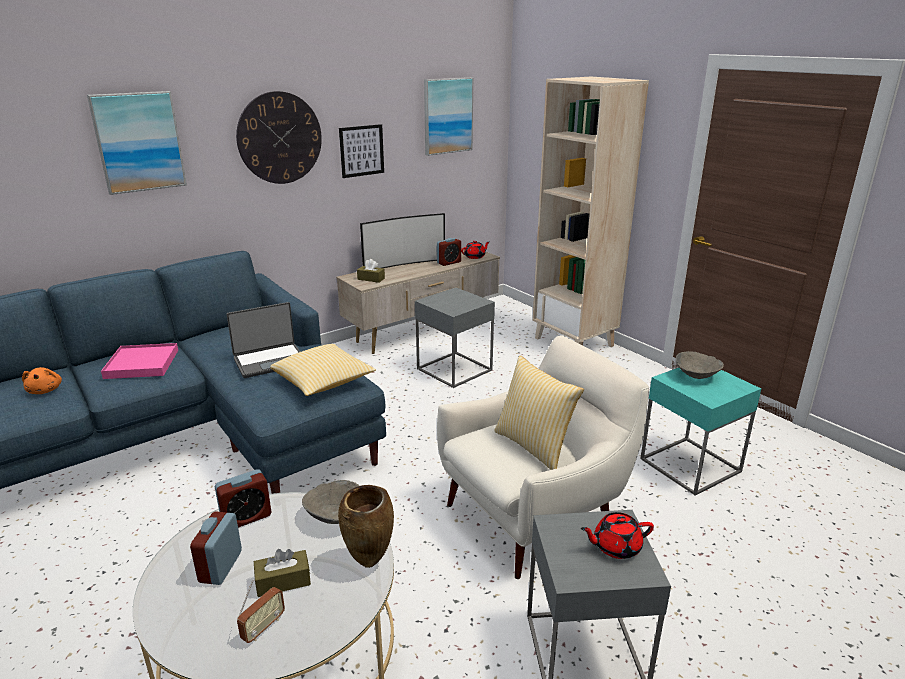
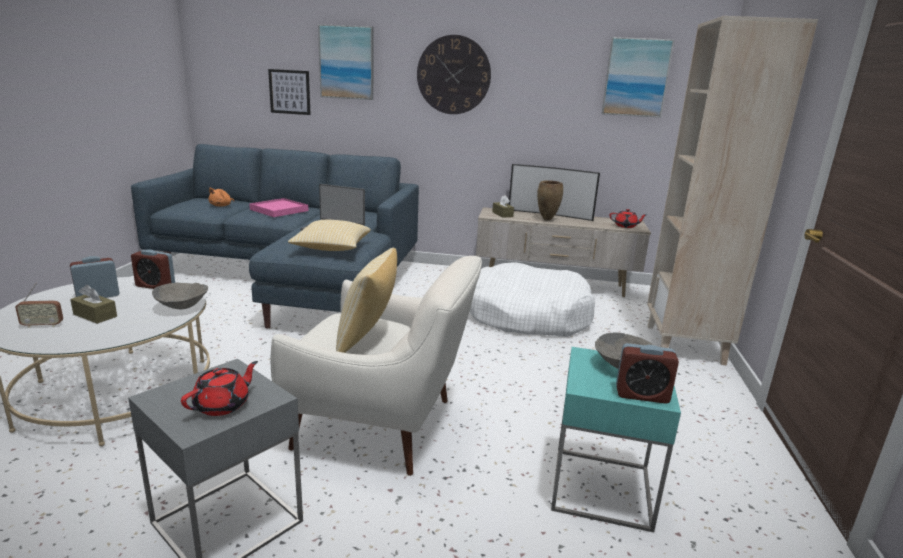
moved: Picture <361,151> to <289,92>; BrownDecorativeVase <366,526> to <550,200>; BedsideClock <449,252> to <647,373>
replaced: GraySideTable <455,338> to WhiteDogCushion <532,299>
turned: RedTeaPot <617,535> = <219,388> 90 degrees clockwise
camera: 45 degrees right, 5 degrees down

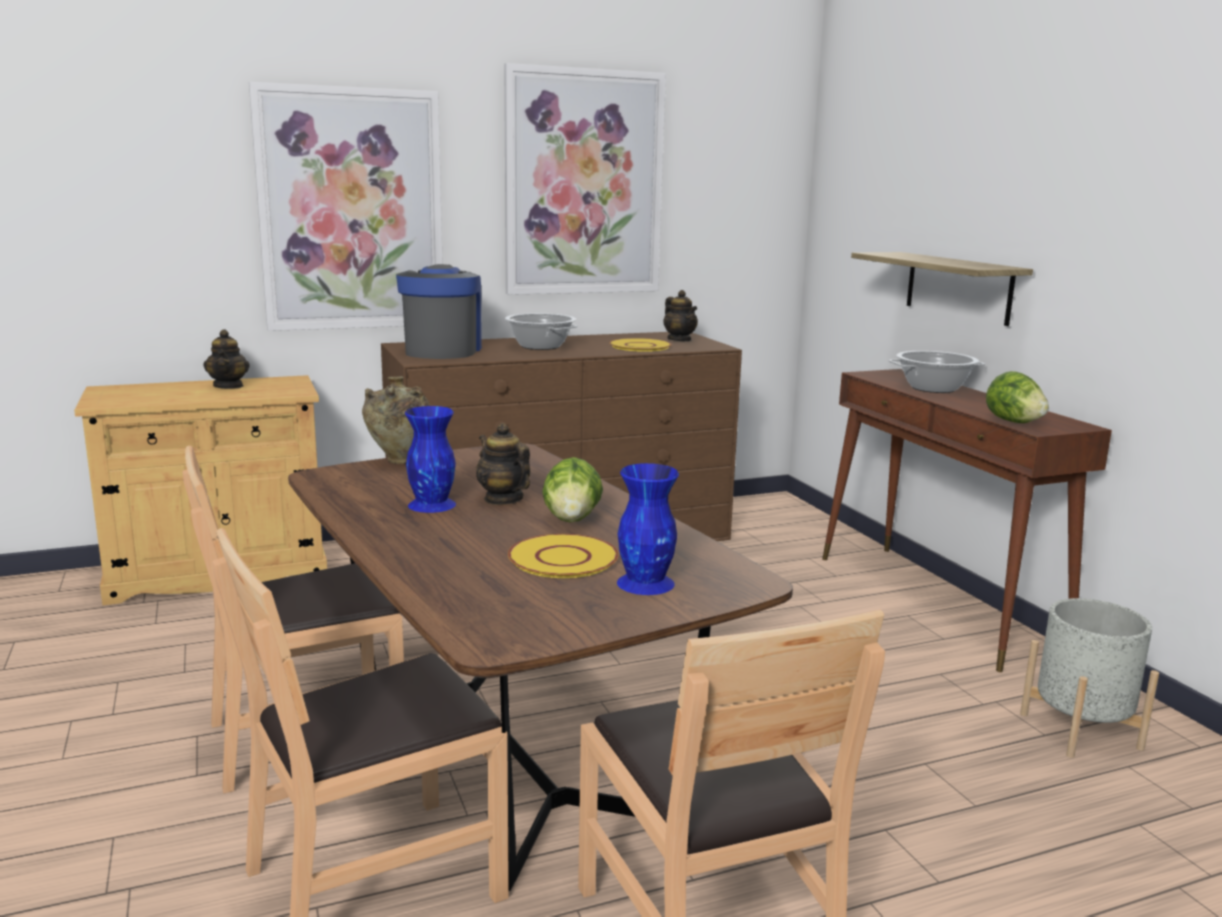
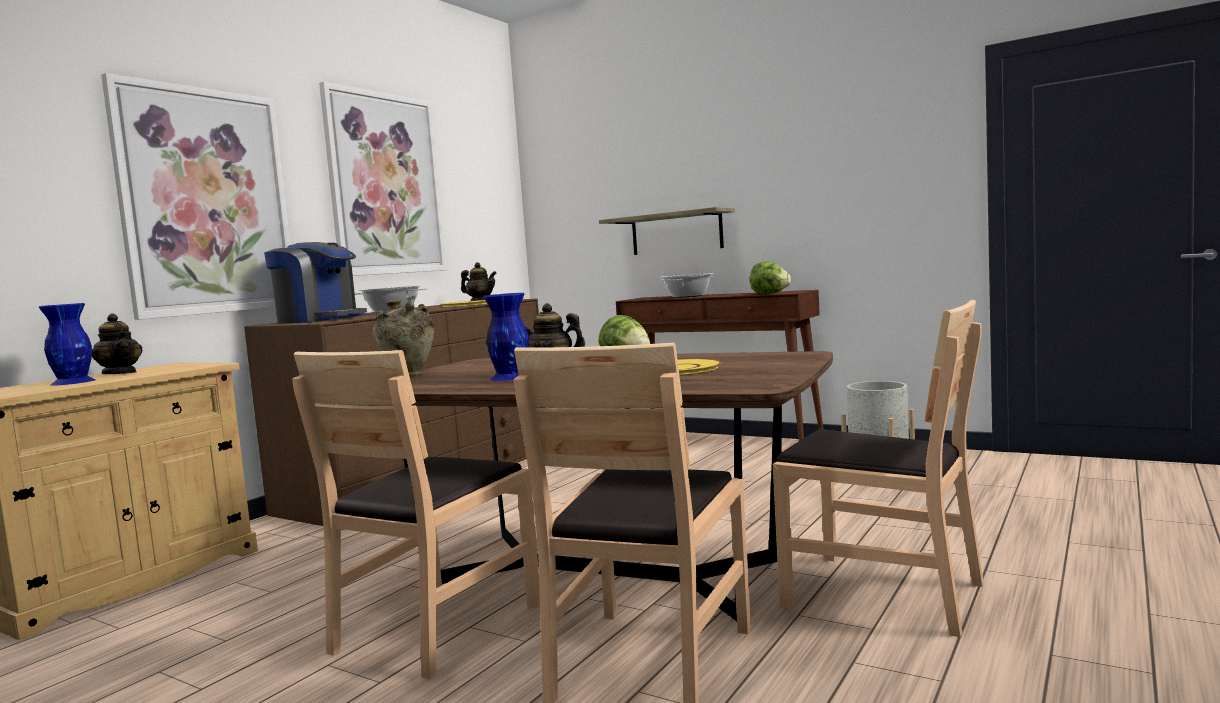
moved: BlueColouredDecorativeVase <648,529> to <67,344>
turned: CoffeeMaker <439,311> = <315,283> 150 degrees clockwise
camera: 35 degrees left, 10 degrees down

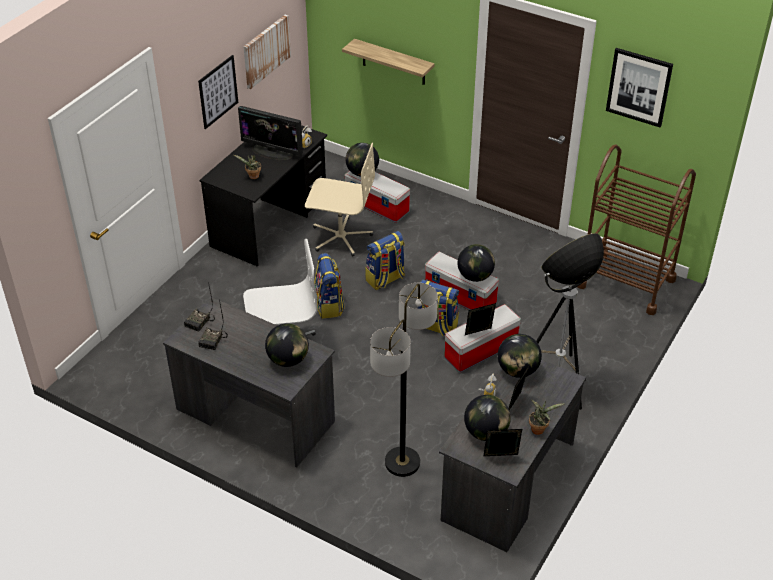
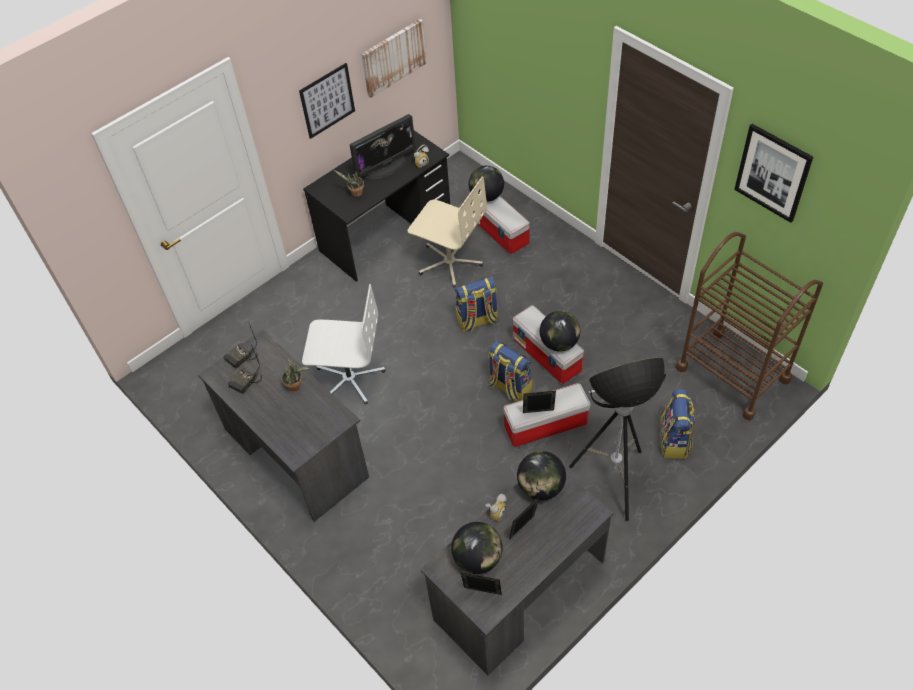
removed: WorldGlobe <287,345>; WallShelf <388,62>; StandingLamp <404,380>
moved: Houseplant <547,417> to <296,374>; Knapsack <329,286> to <677,424>
turned: ComputerDisplay <270,133> = <383,146> 75 degrees counterclockwise
camera: 20 degrees right, 10 degrees up

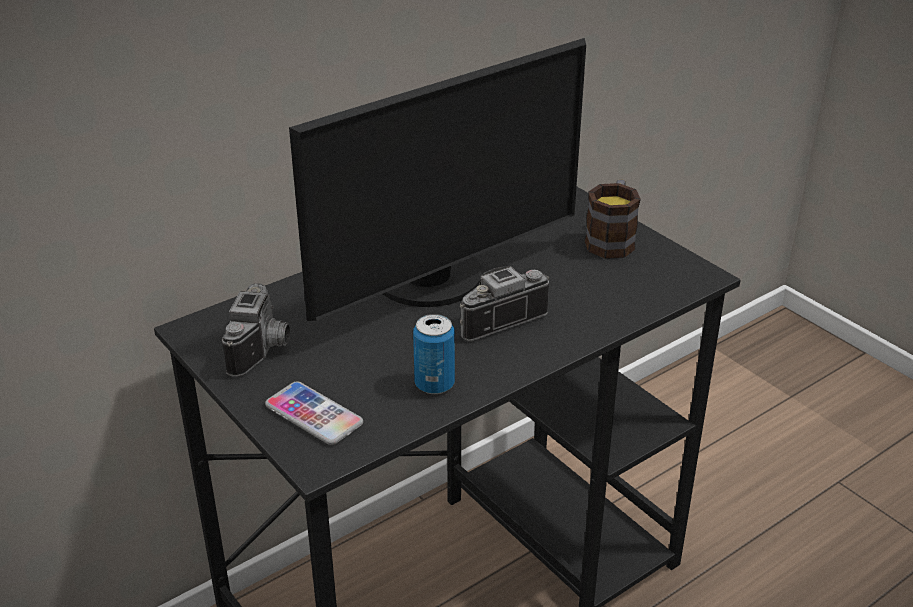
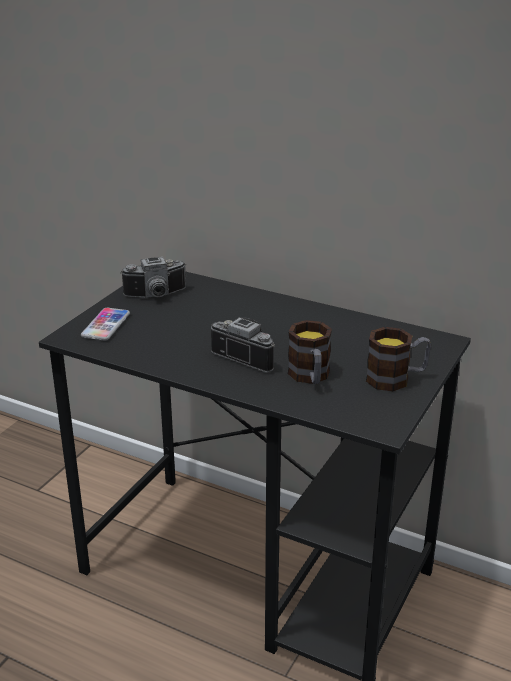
removed: ComputerDisplay <437,179>; Can <434,354>
added: Mug <310,352>
camera: 65 degrees right, 5 degrees down

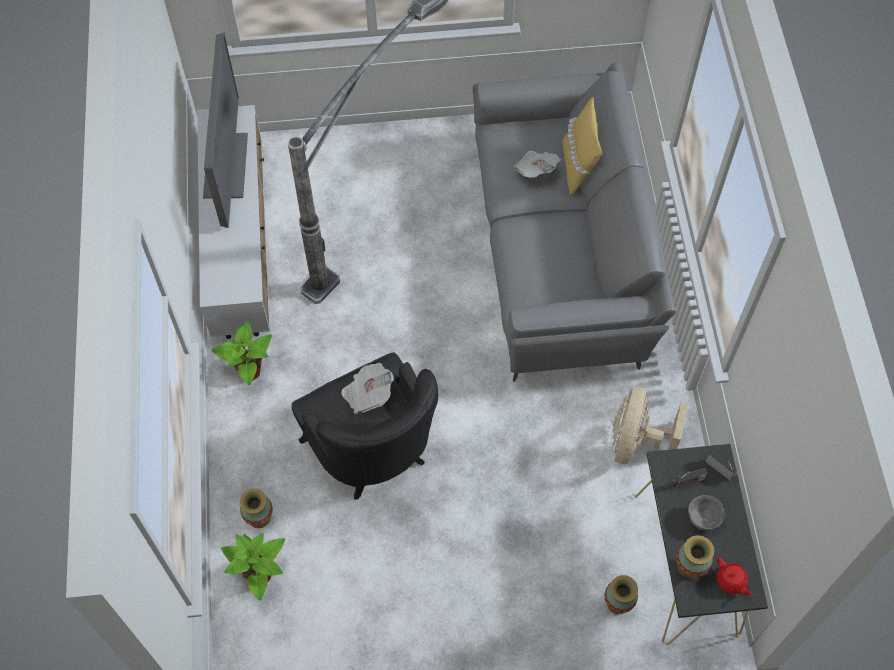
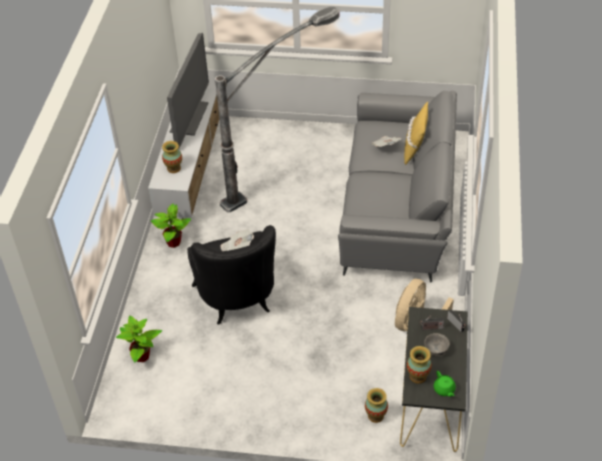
moved: DecorativeVase <256,508> to <172,157>
recoloured: RedTeaPot <734,576> to GreenTeaPot <445,384>
camera: 15 degrees right, 15 degrees down

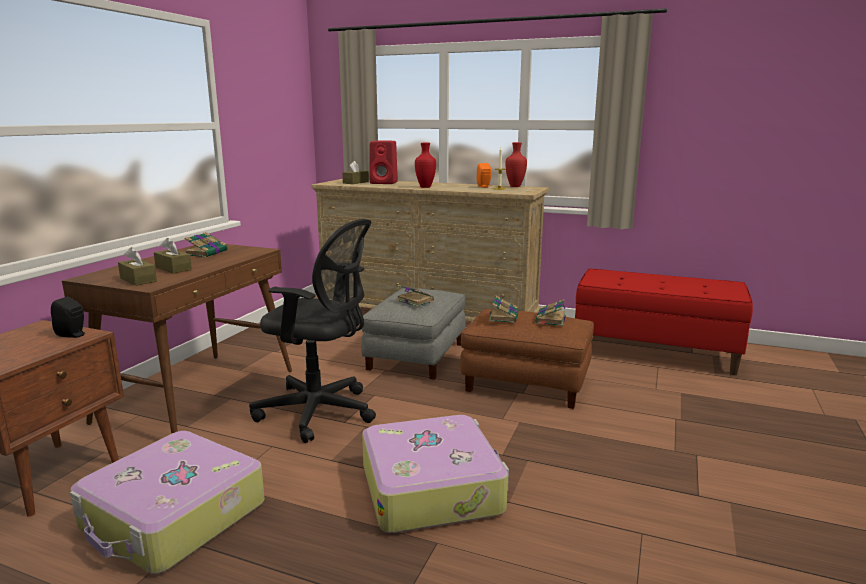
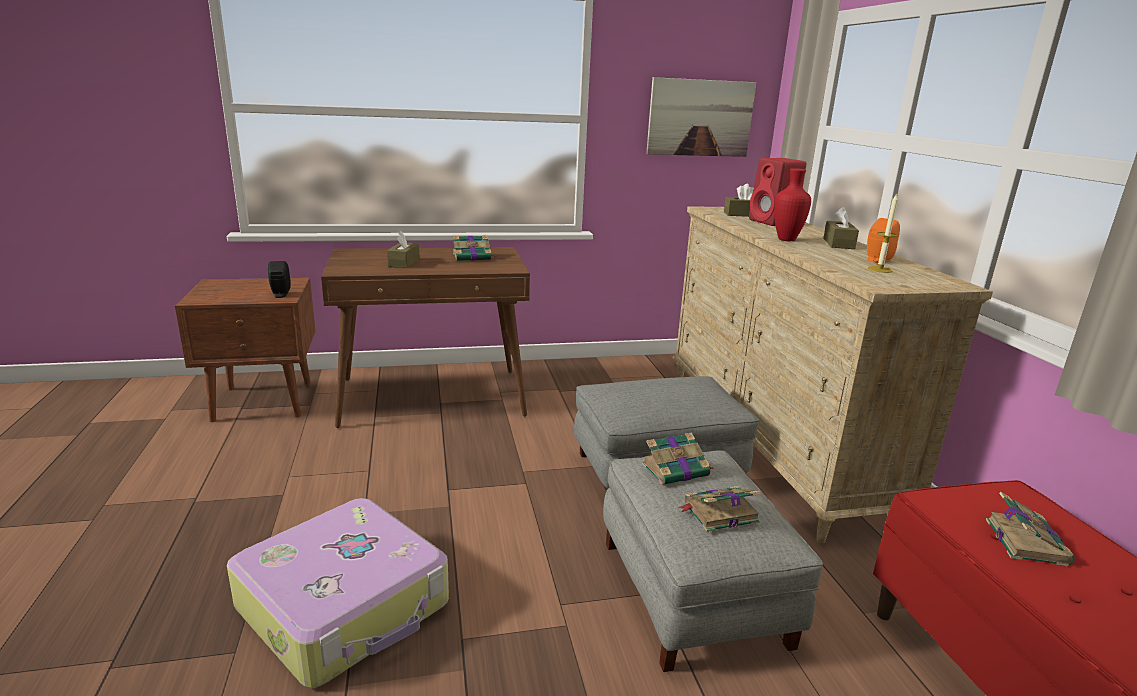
removed: TravelCase <167,502>; BlackColouredDeskChair <312,331>; RedDecorativeVase <516,164>
added: Picture <701,117>
moved: BrownTissueHolder <137,266> to <841,228>; BoundBook <415,296> to <1030,529>
recoloured: BrownFootrest <527,359> to GrayFootrest <713,561>
camera: 55 degrees right, 5 degrees up

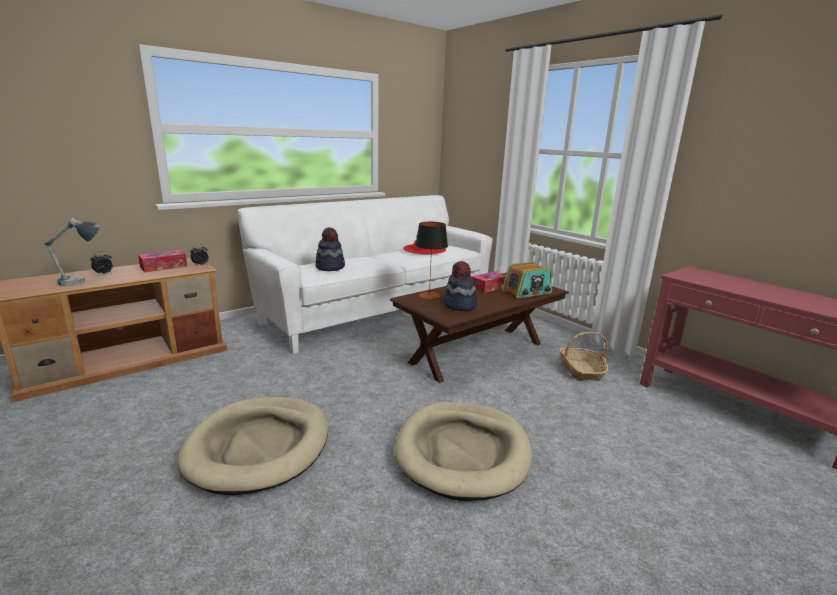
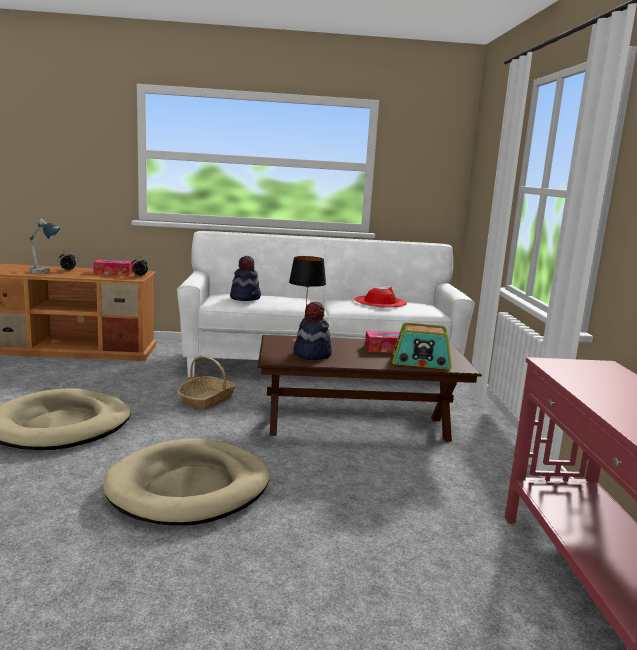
moved: Basket <583,356> to <206,382>
camera: 35 degrees right, 5 degrees down

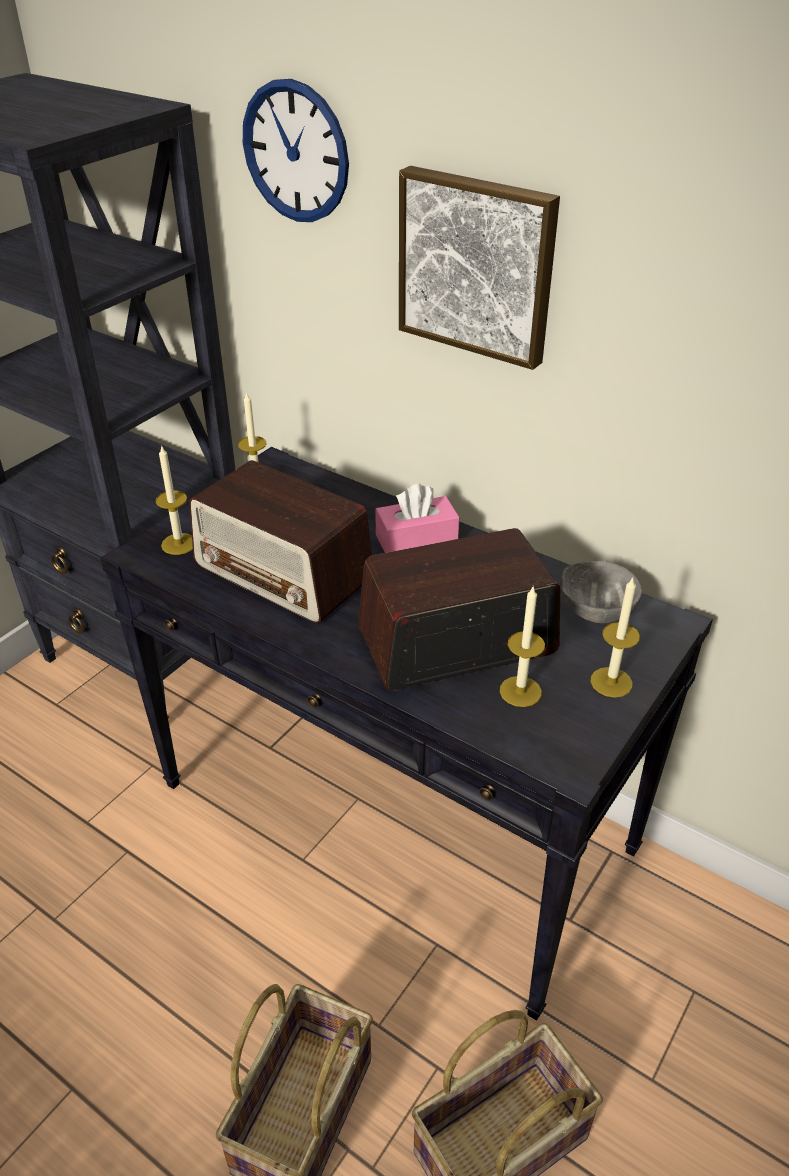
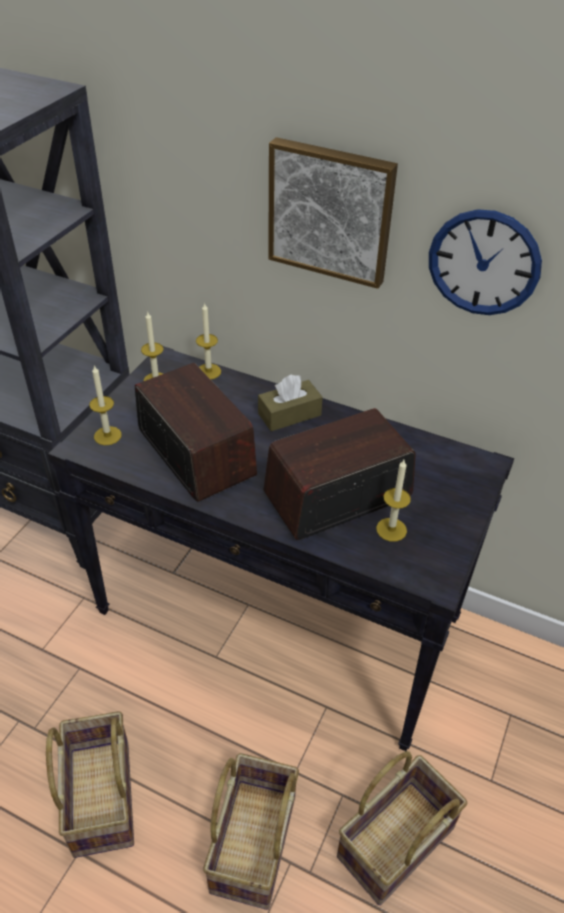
removed: GrayServingBowl <601,592>
added: Basket <90,784>
moved: WaxLight <615,638> to <208,341>; HangingClock <296,150> to <485,262>
recoloured: PinkishTissueHolder <417,518> to BrownTissueHolder <290,402>
turned: Radio <280,541> = <196,432> 150 degrees counterclockwise
camera: 10 degrees left, 5 degrees up

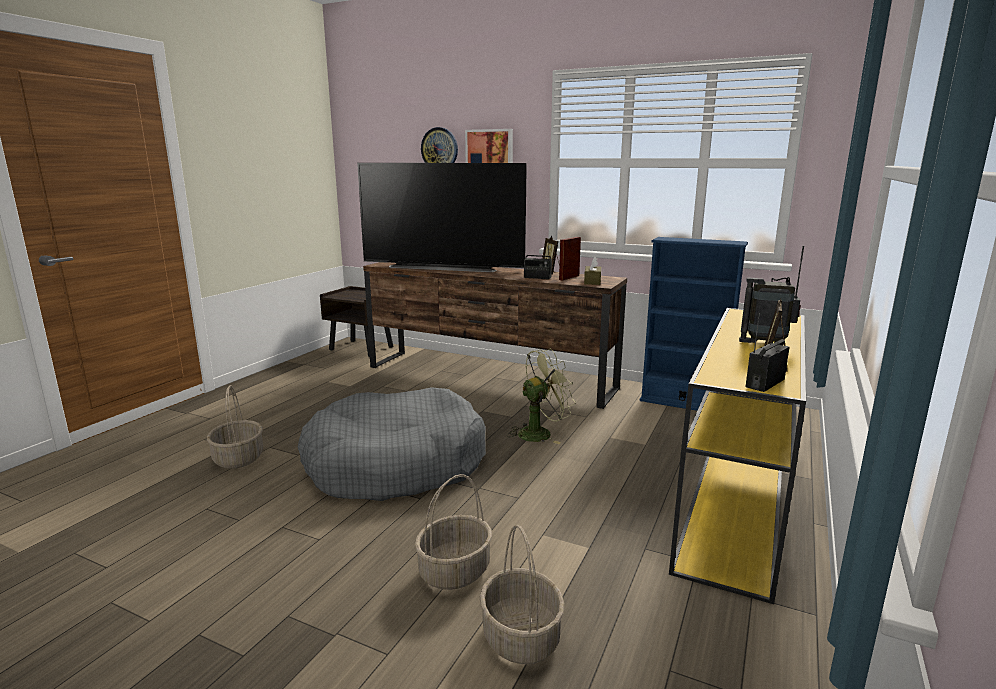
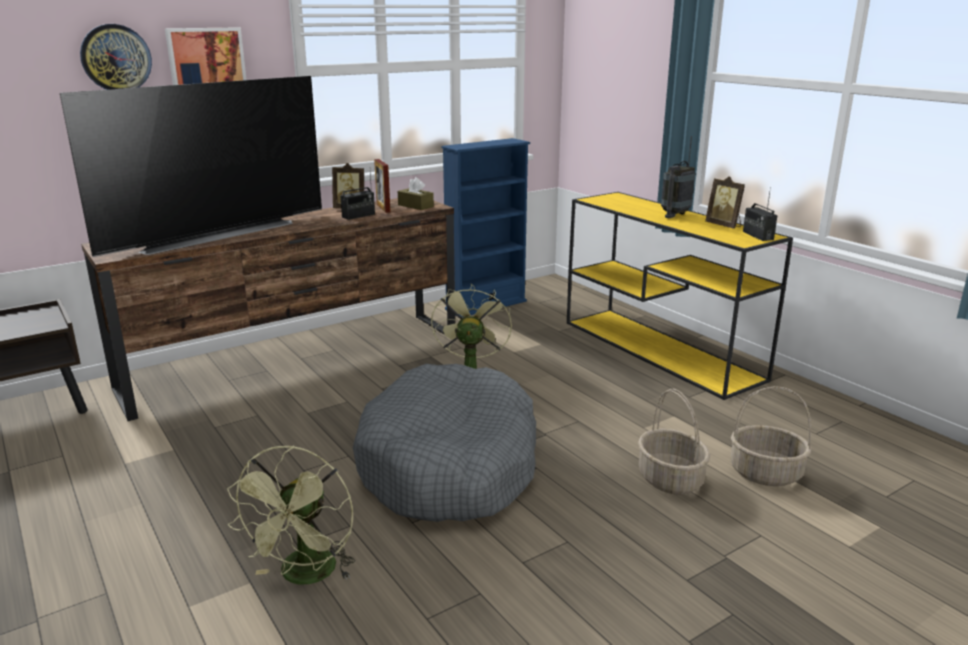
replaced: Basket <235,427> to GreenElectricFan <291,515>
camera: 60 degrees left, 5 degrees up

